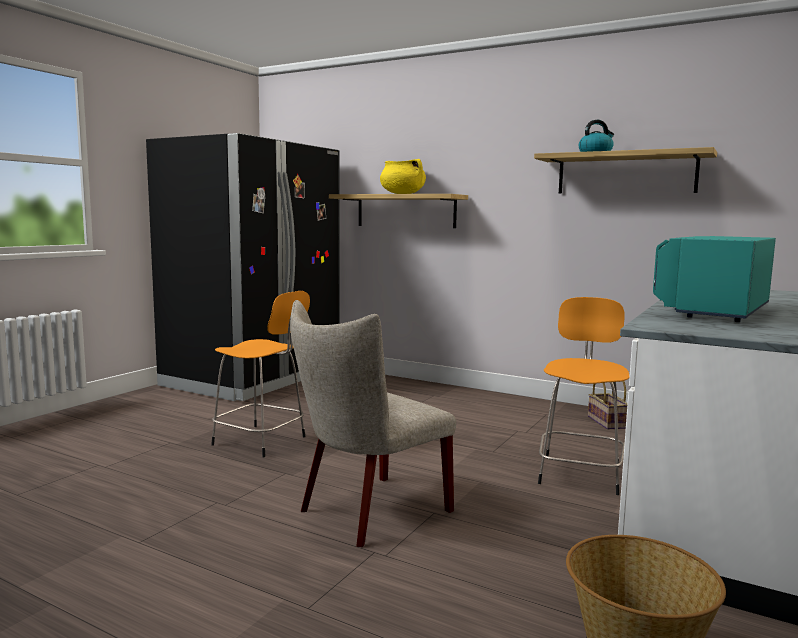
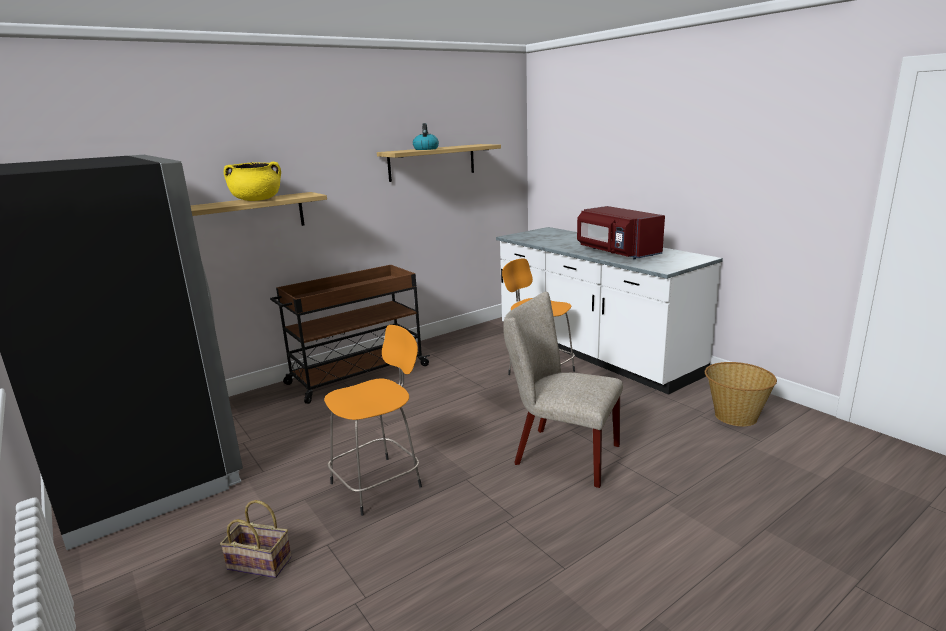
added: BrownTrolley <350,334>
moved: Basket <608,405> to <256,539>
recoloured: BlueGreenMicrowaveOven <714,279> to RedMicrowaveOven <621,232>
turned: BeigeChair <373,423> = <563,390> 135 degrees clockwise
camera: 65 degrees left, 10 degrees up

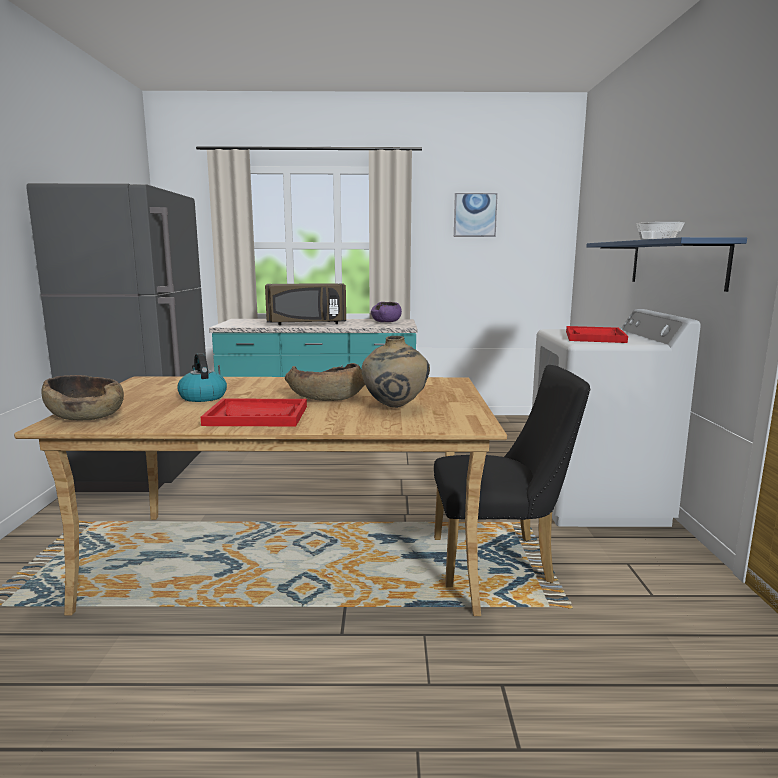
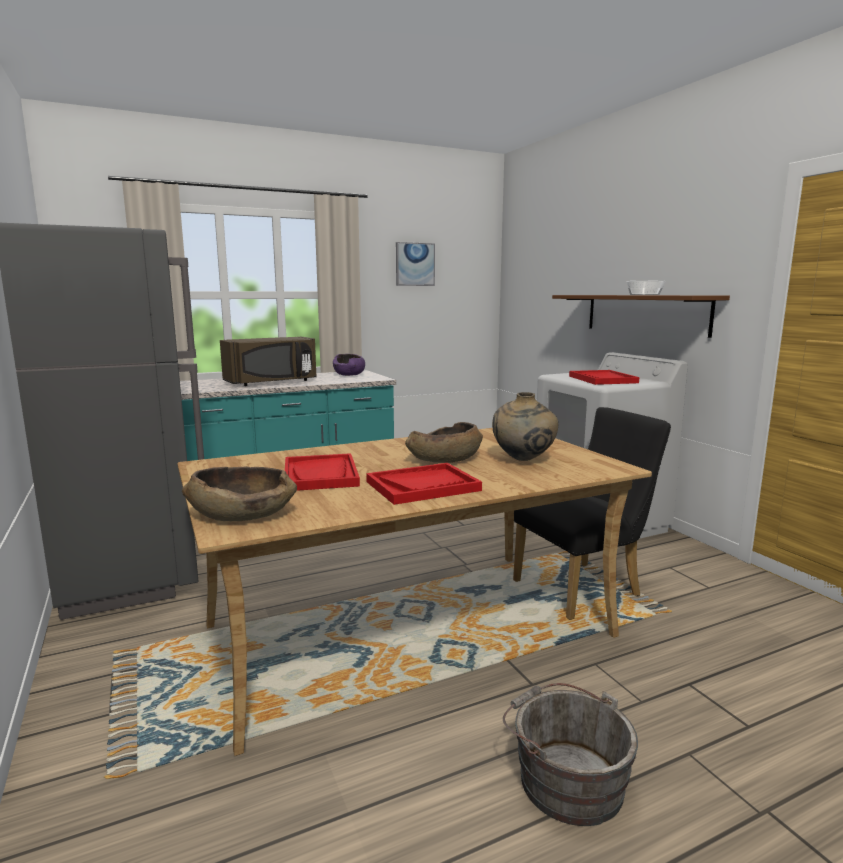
added: GrayPail <570,754>
replaced: Kettle <202,377> to RedTray <322,472>
recoloured: BlueColouredWallShelf <666,264> to BrownWallShelf <641,316>
camera: 25 degrees left, 0 degrees up

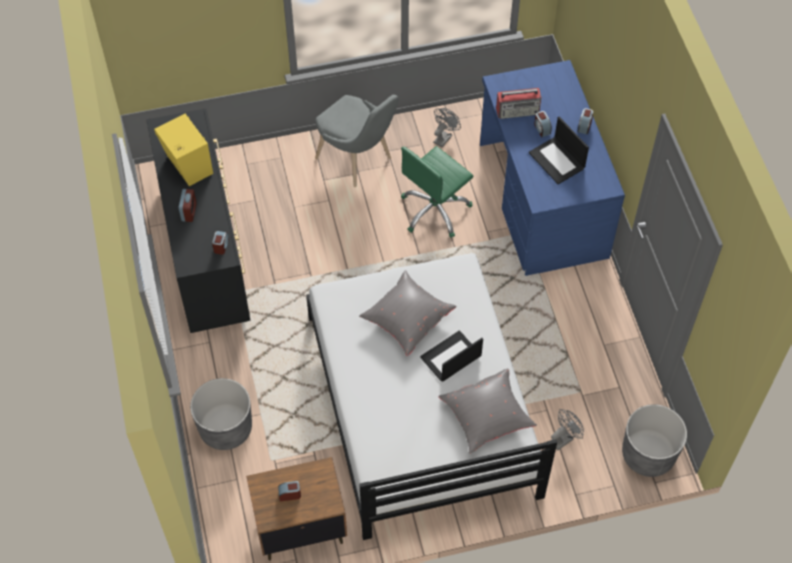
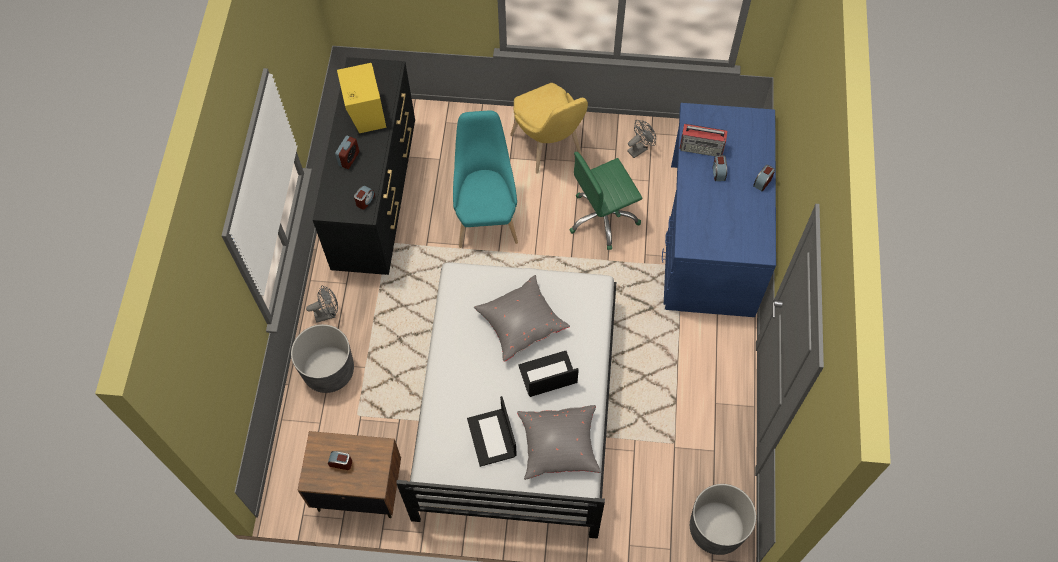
added: BlueGreenChair <485,179>
moved: GrayElectricFan <567,430> to <322,304>; NotebookComputer <559,150> to <492,431>
recoloured: GrayChair <356,141> to YellowishChair <549,128>
camera: 20 degrees right, 5 degrees up

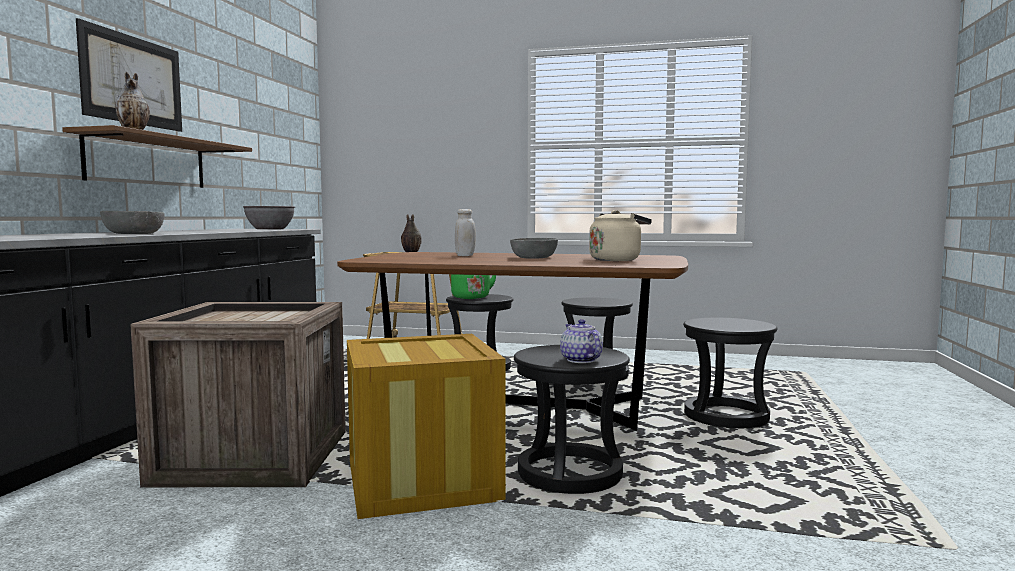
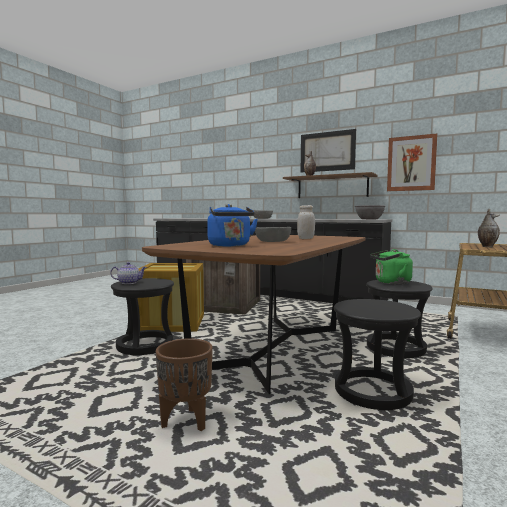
added: Picture <412,162>
replaced: BlackColouredStool <730,373> to BrownPlanter <184,384>
recoloured: BeigeKettle <620,235> to BlueColouredKettle <232,225>
camera: 105 degrees right, 0 degrees up

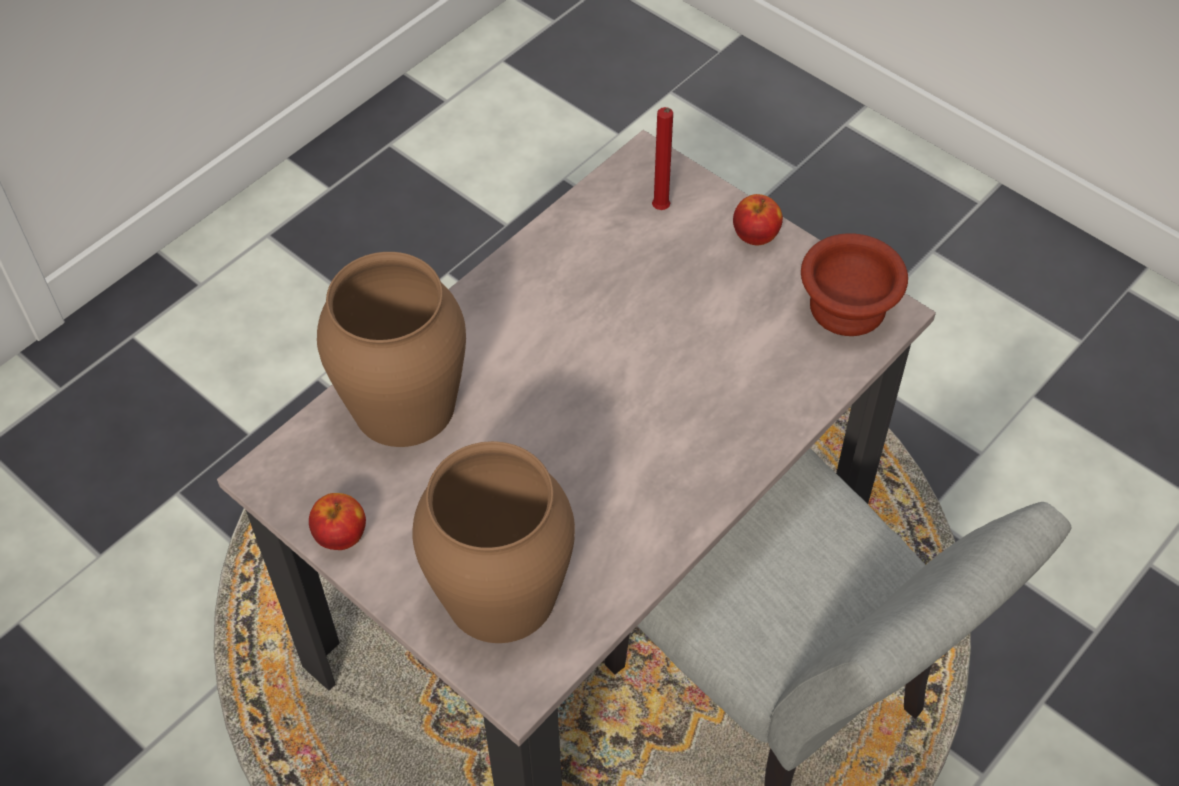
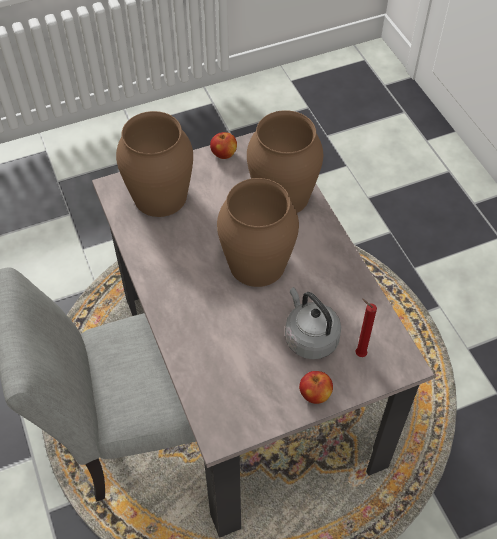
removed: BrownServingBowl <854,284>
added: BrownDecorativeVase <258,232>; GrayKettle <313,323>
camera: 115 degrees right, 0 degrees up

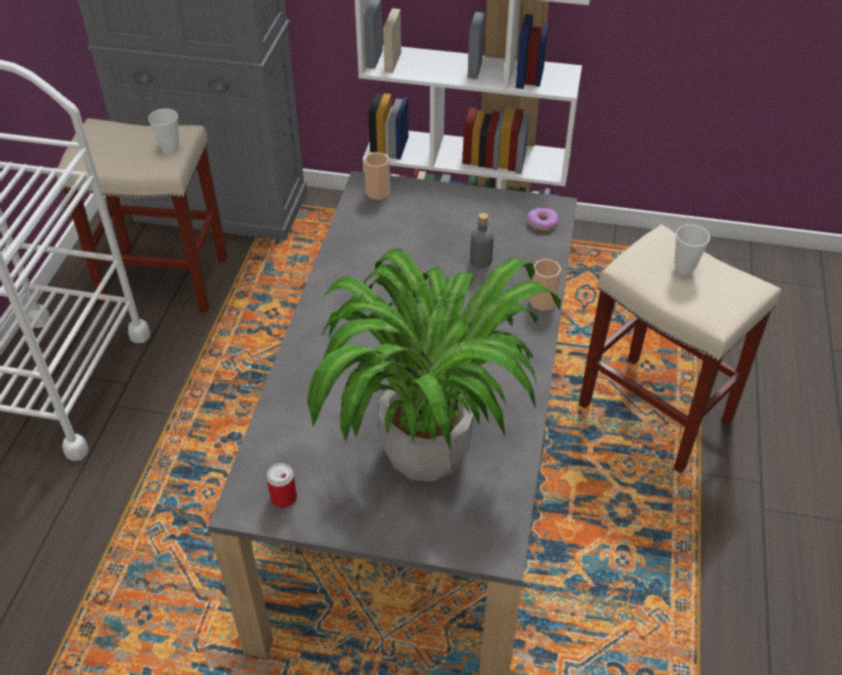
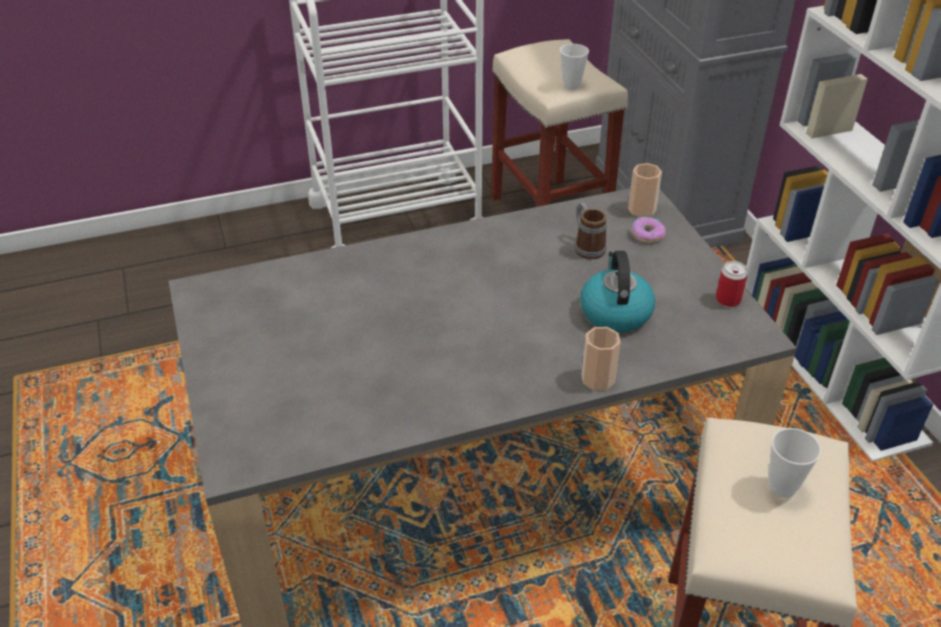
removed: Houseplant <434,365>
added: Mug <591,231>
moved: Doughnut <543,219> to <648,230>; Can <281,485> to <732,284>
replaced: GrayBottle <482,240> to Kettle <617,292>
camera: 60 degrees right, 5 degrees down

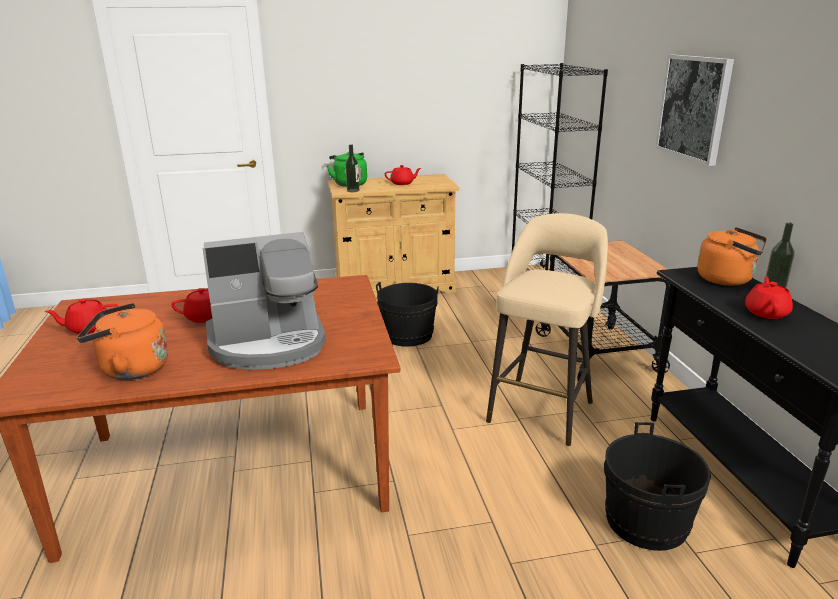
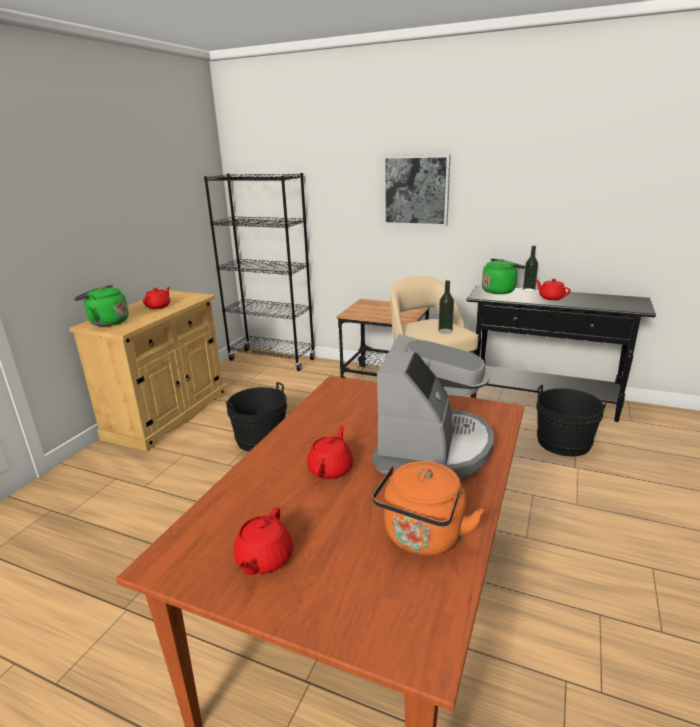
moved: Bottle <352,168> to <446,306>
recoloured: OrangeColouredKettle <732,256> to GreenKettle <503,276>
camera: 55 degrees left, 0 degrees up

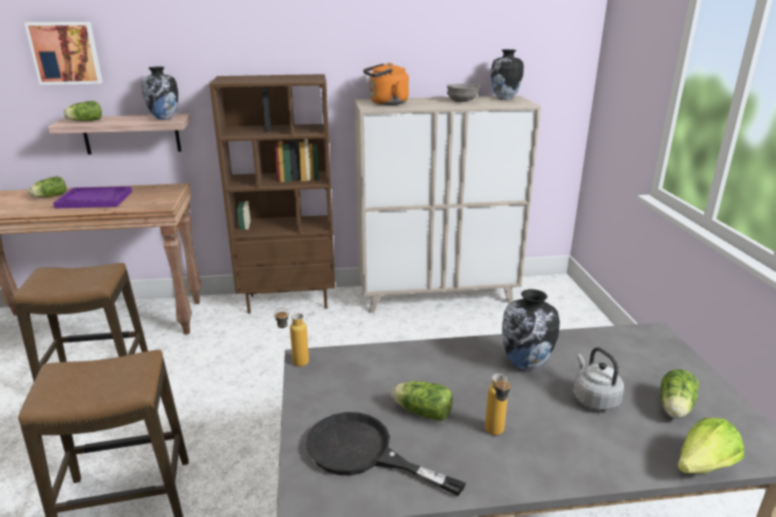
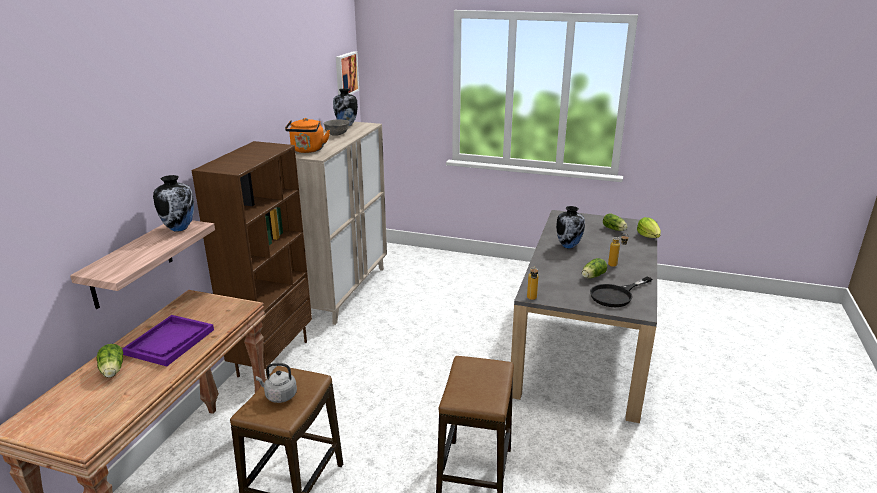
removed: HeadOfLettuce <82,111>
moved: GrayKettle <598,379> to <276,383>; Picture <63,53> to <347,73>
camera: 65 degrees left, 0 degrees up

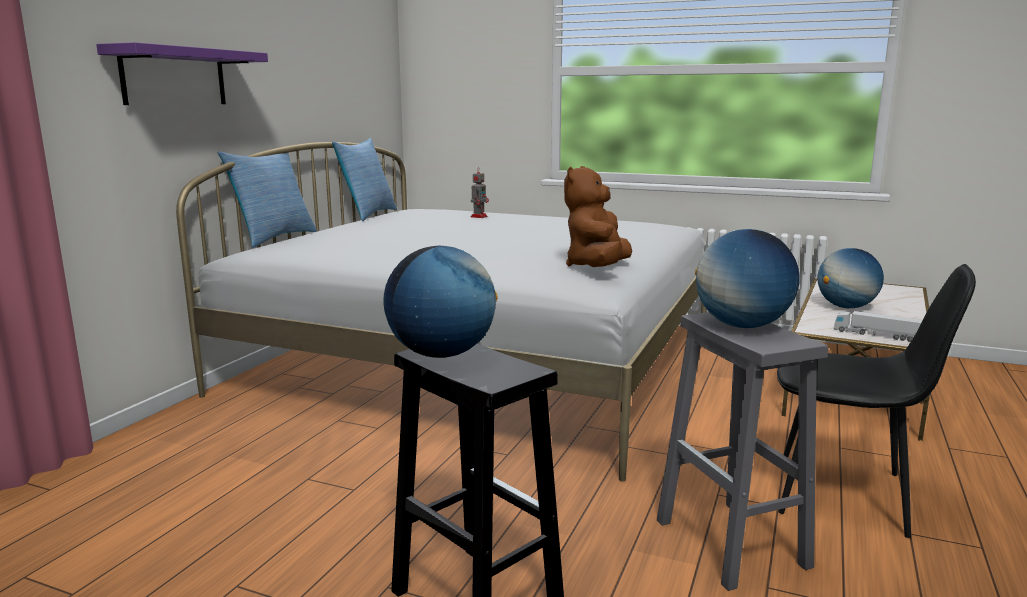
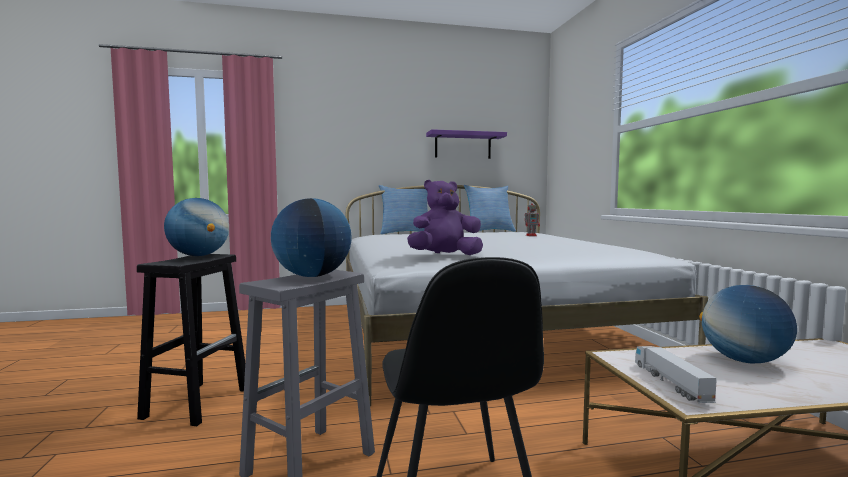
moved: PurplishWallShelf <182,73> to <466,144>
recoloured: BrownPlushToy <598,216> to PurplishPlushToy <445,217>
camera: 55 degrees right, 10 degrees down

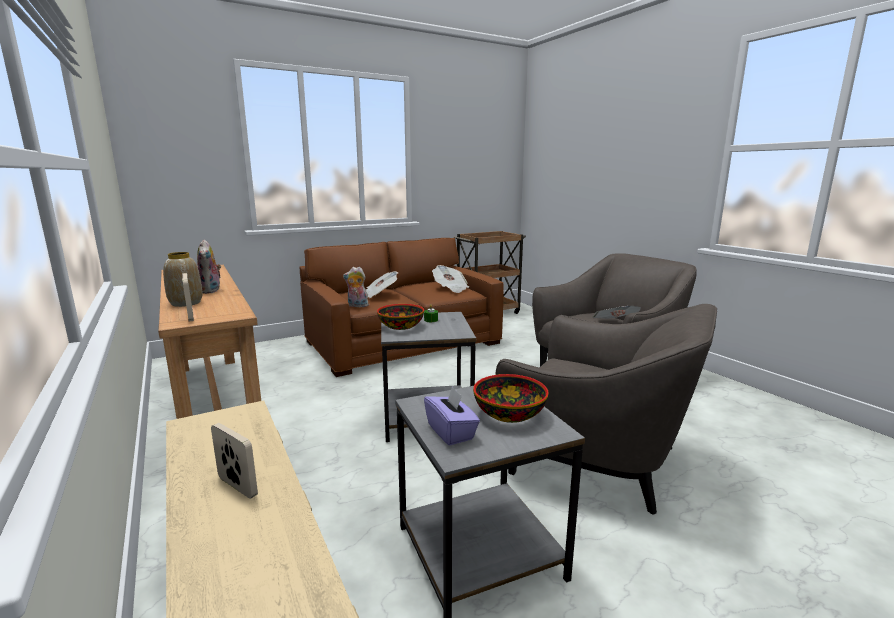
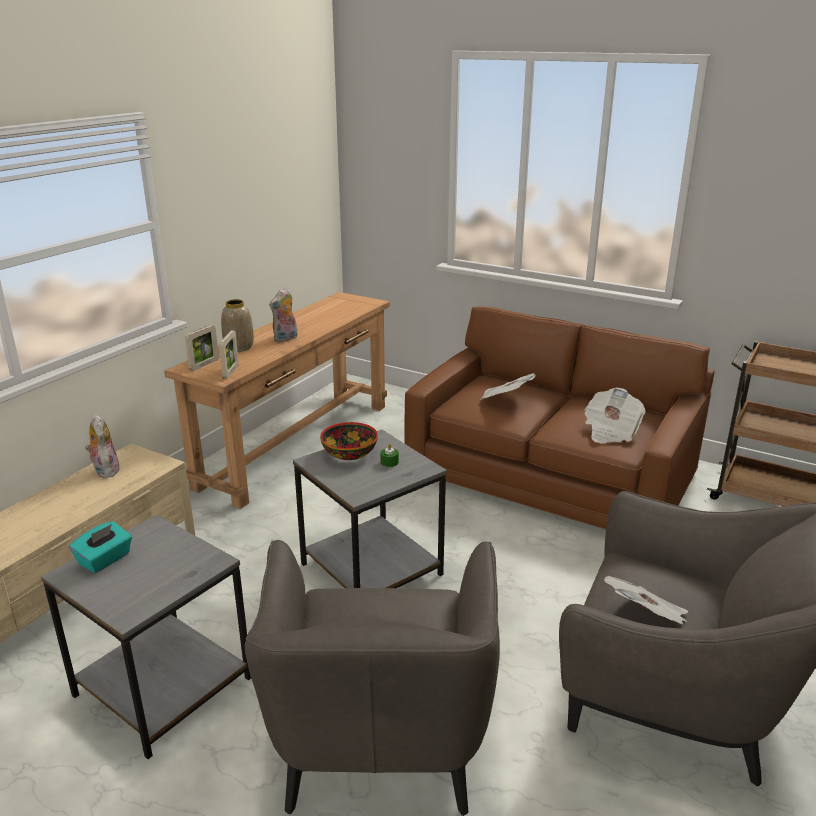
removed: ServingBowl <511,398>
moved: PlushToy <356,287> to <102,446>; PhotoFrame <234,461> to <229,355>
recoloured: PurplishTissueHolder <452,416> to BlueGreenTissueHolder <100,547>
camera: 60 degrees right, 10 degrees up

